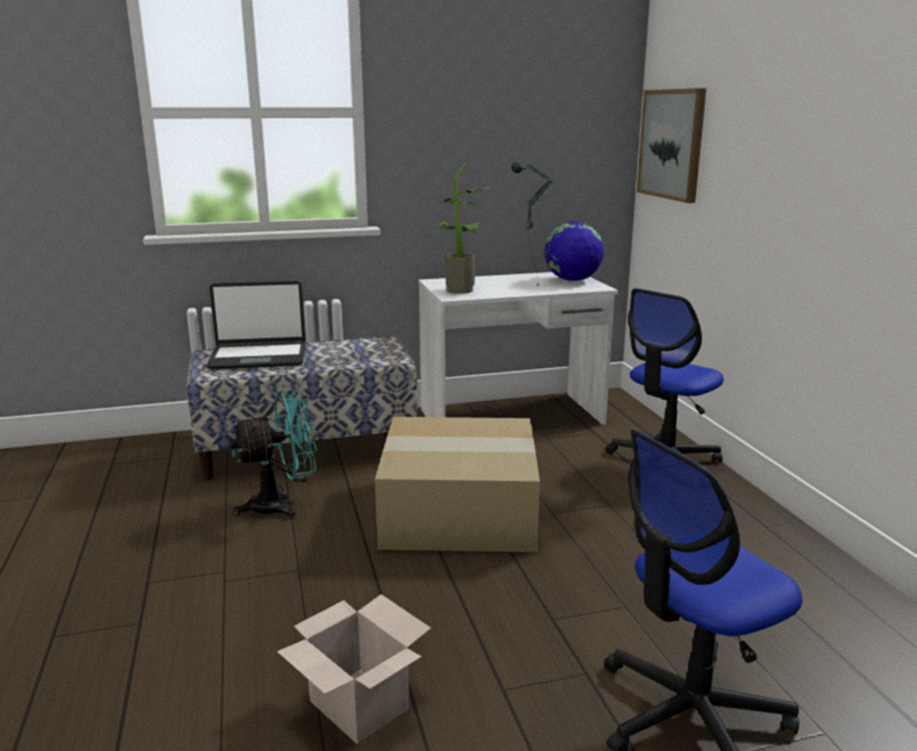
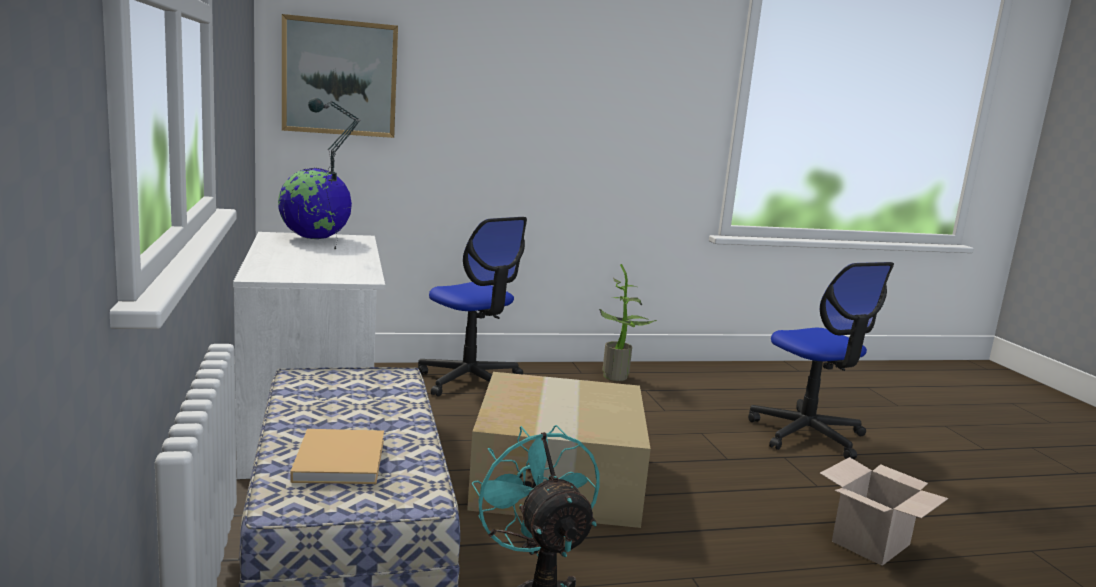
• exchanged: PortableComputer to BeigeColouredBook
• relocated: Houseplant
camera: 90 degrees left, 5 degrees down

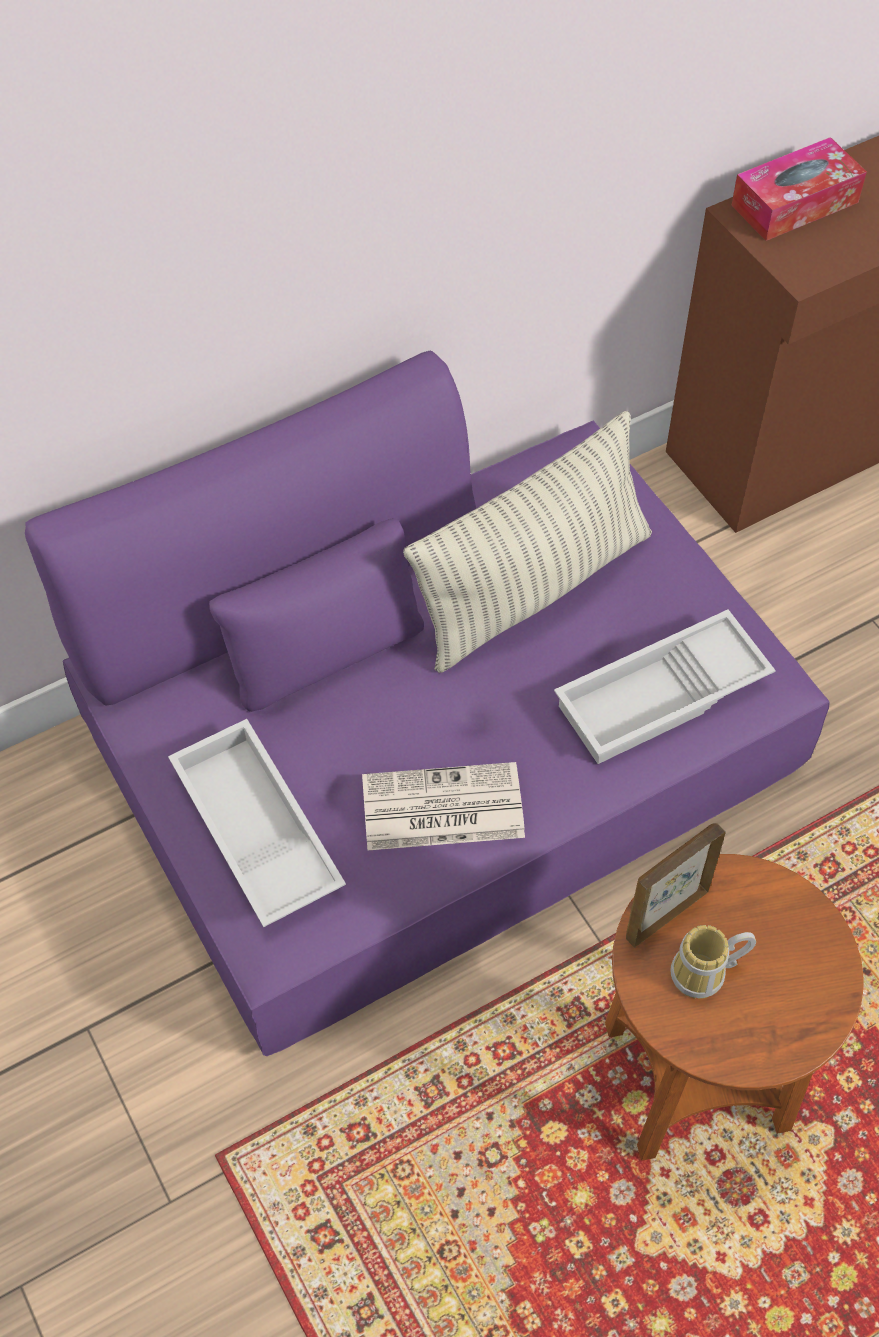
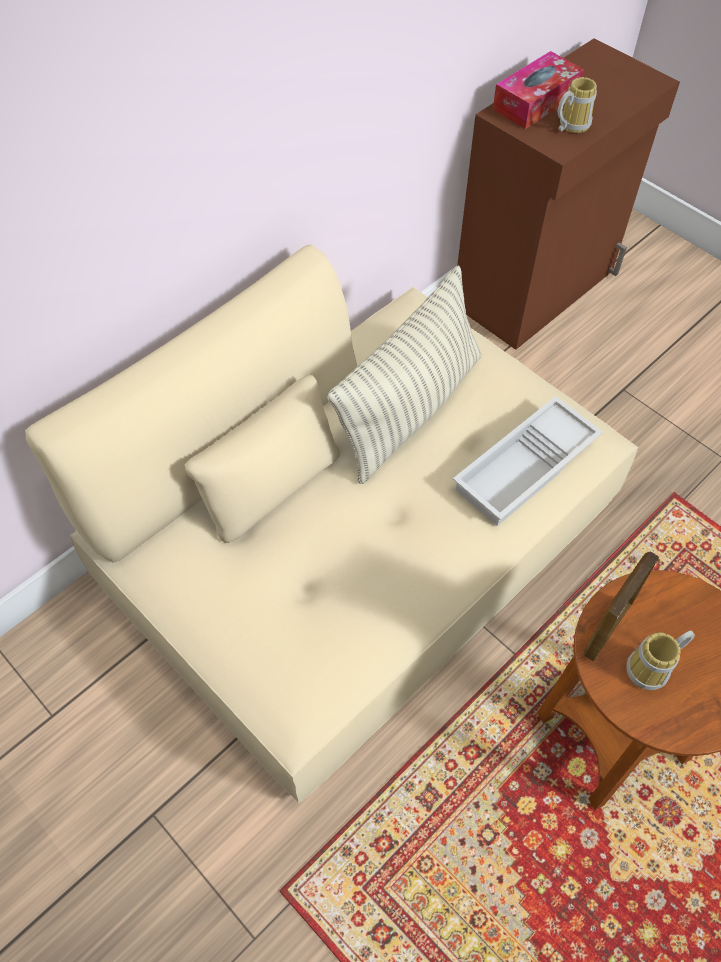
• colour: PurpleColouredSettee to BeigeColouredSettee
• appeared: TeaMug (no. 1 from left)
• missing: WhiteCarryingTray (no. 1 from left)
• missing: Newspaper
camera: 15 degrees left, 0 degrees up

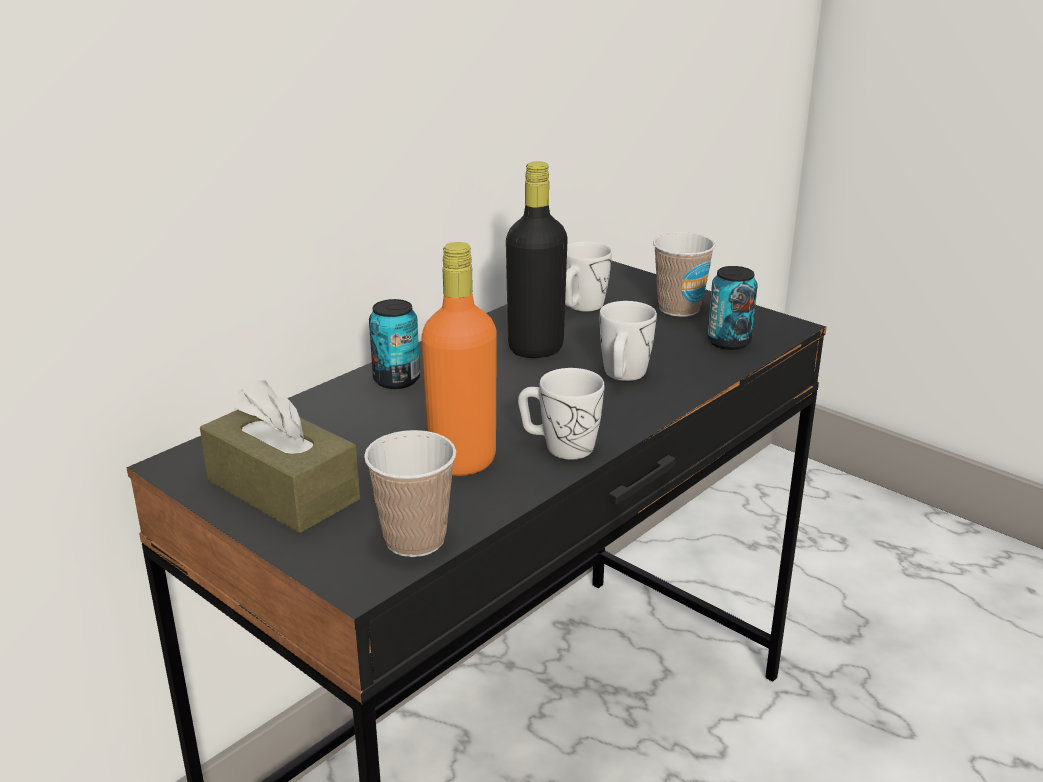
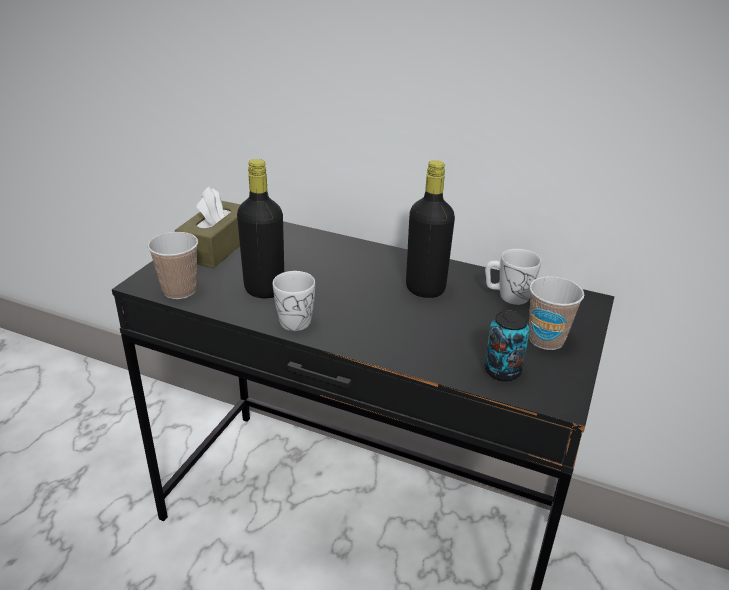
• colour: OrangeColouredBottle to BlackBottle (no. 1 from left)
• missing: Can (no. 1 from left)
• missing: WhiteTeaMug (no. 3 from left)
camera: 70 degrees right, 5 degrees up

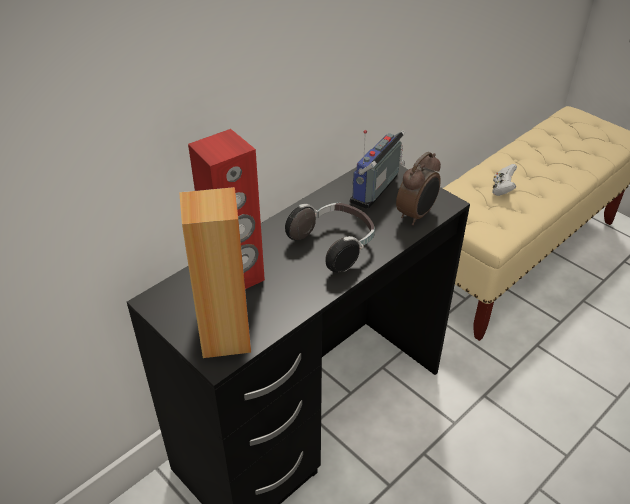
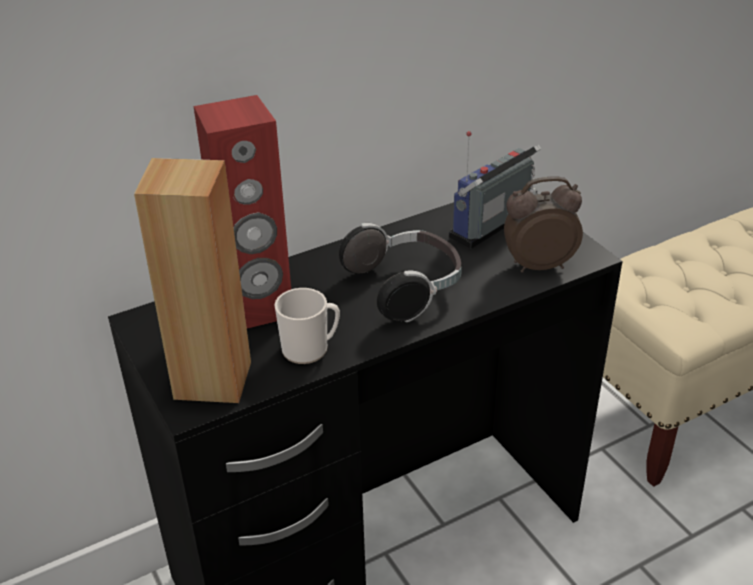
• appeared: TeaMug
• spun: BedsideClock 150 degrees counterclockwise
• missing: WhiteGamepad
camera: 15 degrees right, 5 degrees down

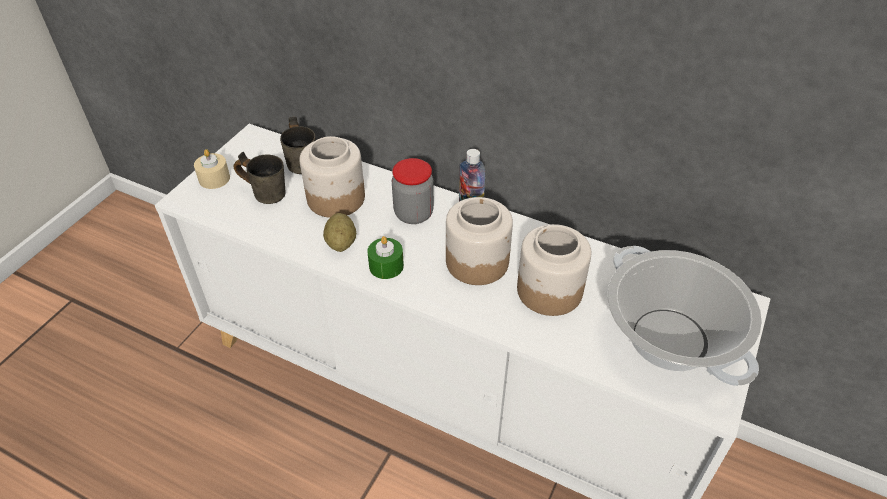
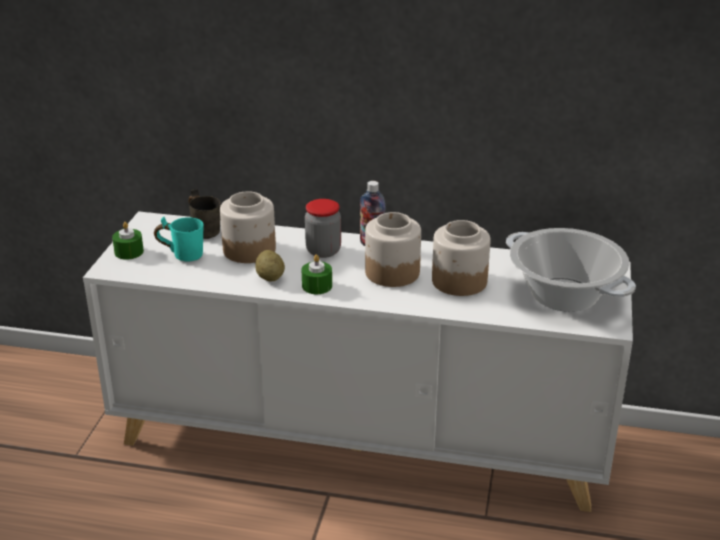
• colour: BeigeColouredCandle to GreenishCandle (no. 1 from left)
• colour: GreyTeaMug (no. 1 from left) to BlueGreenTeaMug
camera: 15 degrees left, 15 degrees down

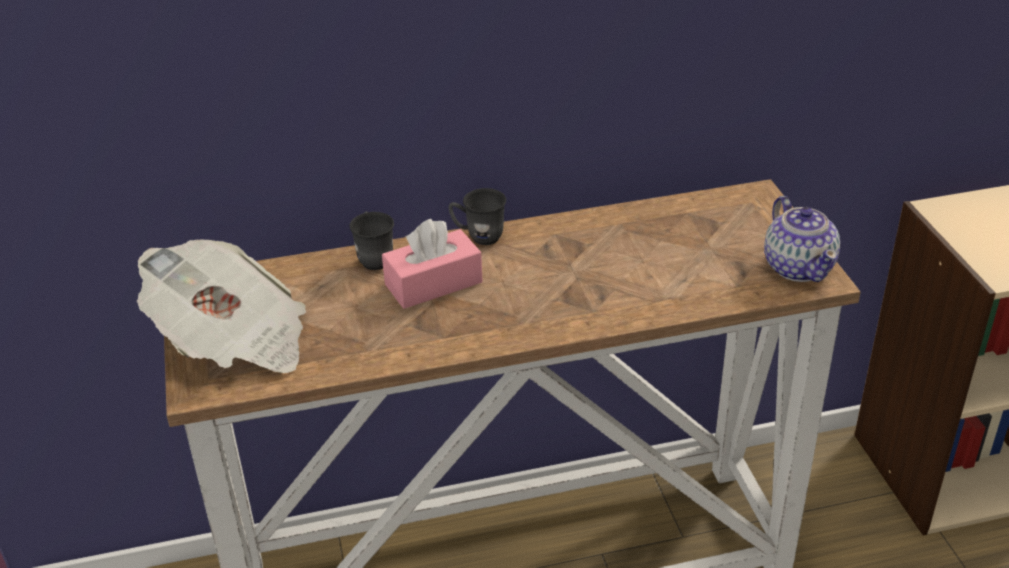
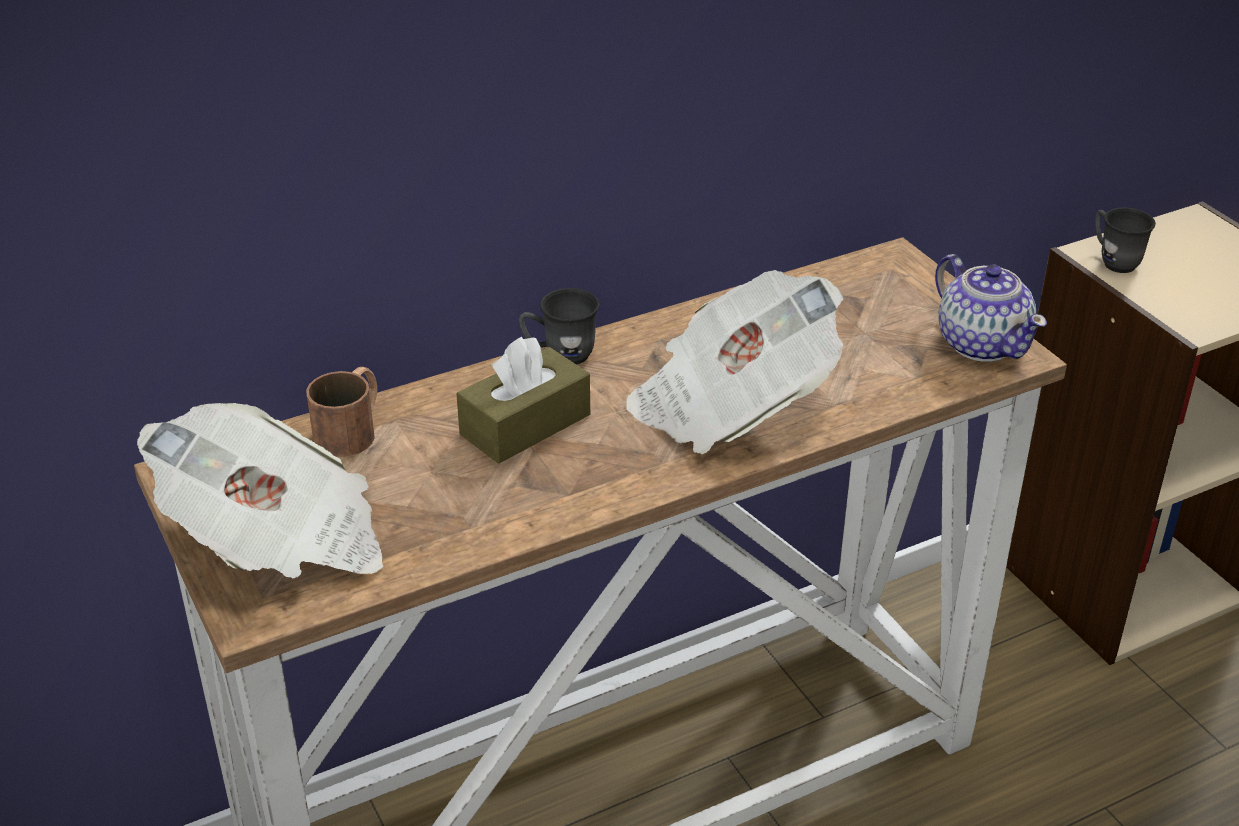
• appeared: BrownTeaMug
• colour: PinkColouredTissueHolder to BrownTissueHolder
• appeared: Newspaper (no. 2 from left)
• relocated: GreyTeaMug (no. 1 from left in the first image) to GreyTeaMug (no. 2 from left)
camera: 15 degrees left, 0 degrees up

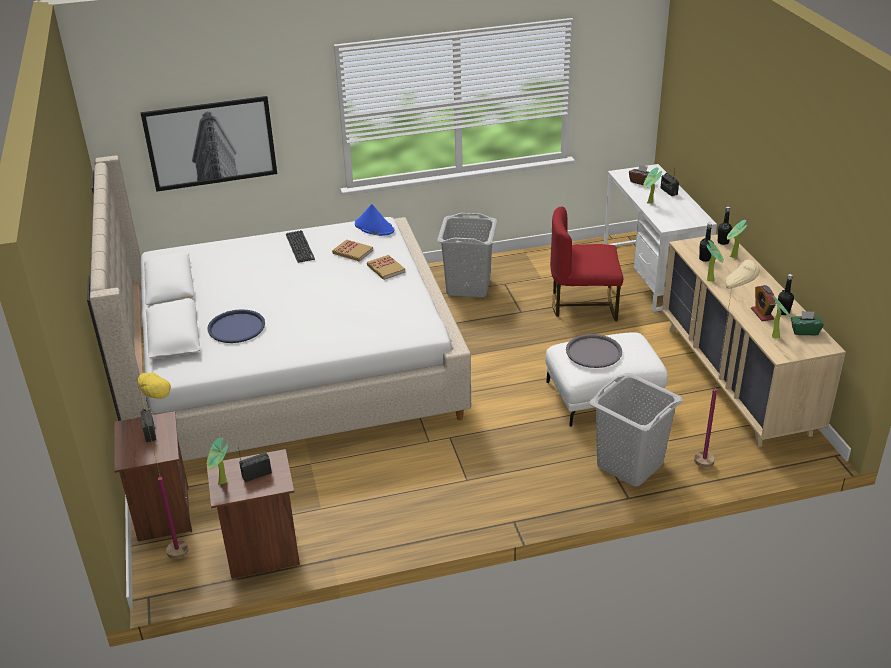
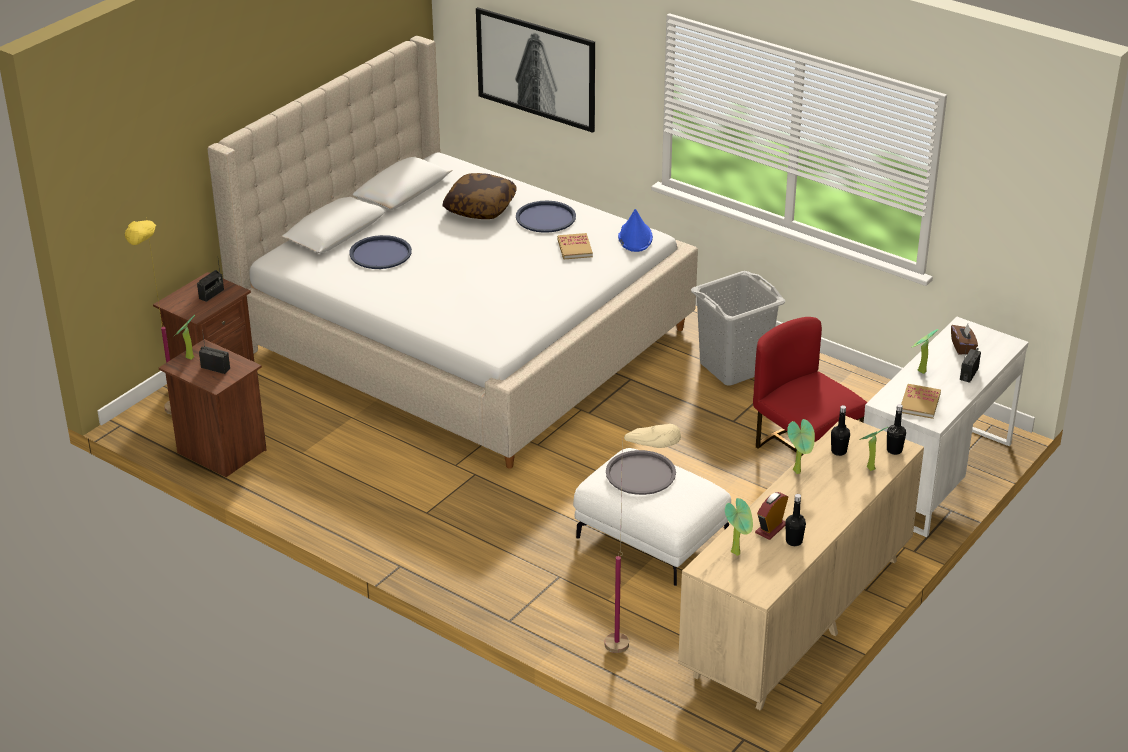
• appeared: Cushion
• exchanged: PcKeyboard to BlueColouredCarryingTray (no. 2 from left)
• relocated: Book (no. 2 from left)
• missing: GreyLaundryBasket (no. 2 from left)
• missing: GreenishTissueHolder
camera: 50 degrees right, 0 degrees up

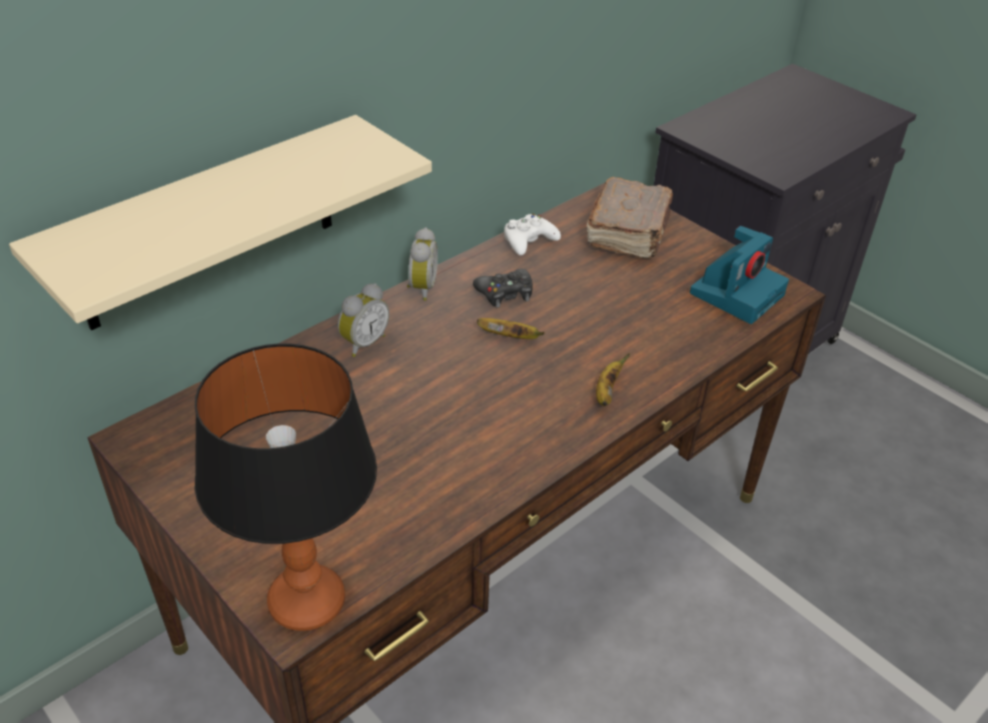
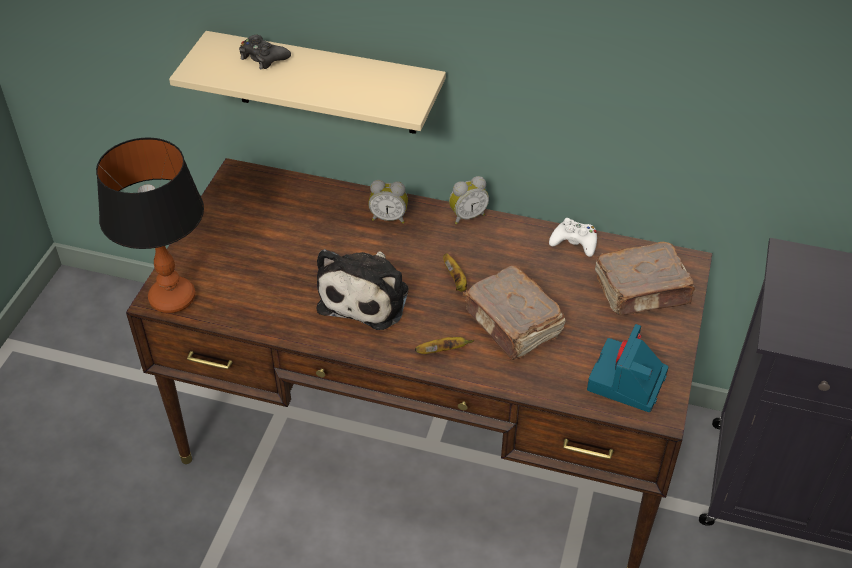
• relocated: BlackGamepad
• appeared: CuddlyToy
• appeared: BrownBook (no. 1 from left)
• spun: PhotoCamera 105 degrees clockwise
camera: 60 degrees right, 5 degrees up

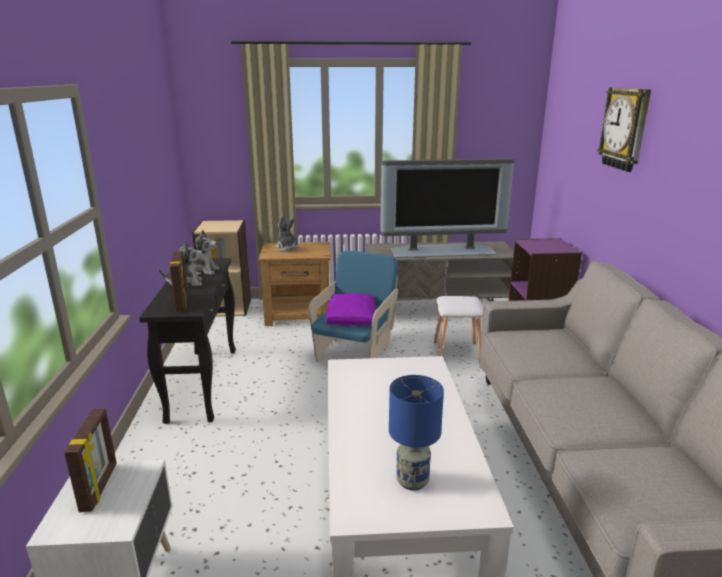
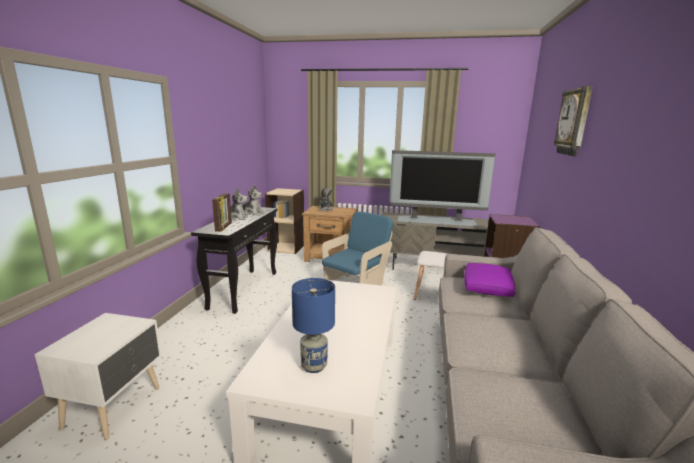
• relocated: PurpleColouredCushion
• missing: StandingFrame (no. 1 from left)
camera: 15 degrees right, 5 degrees down

